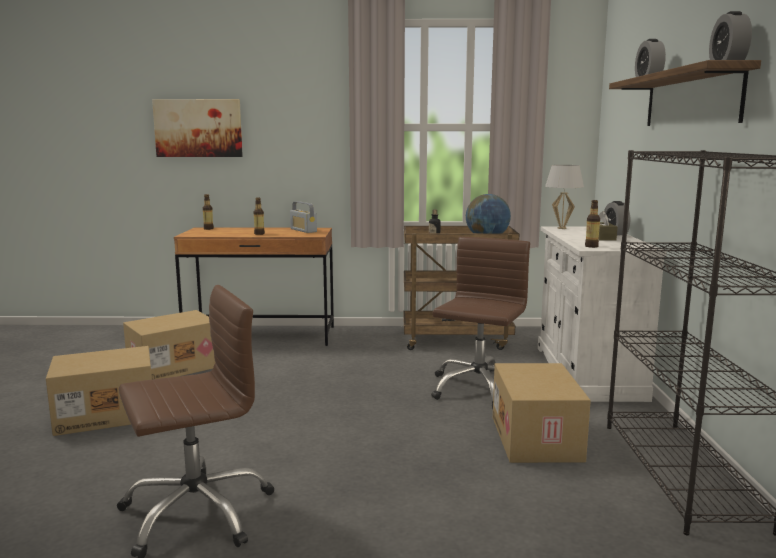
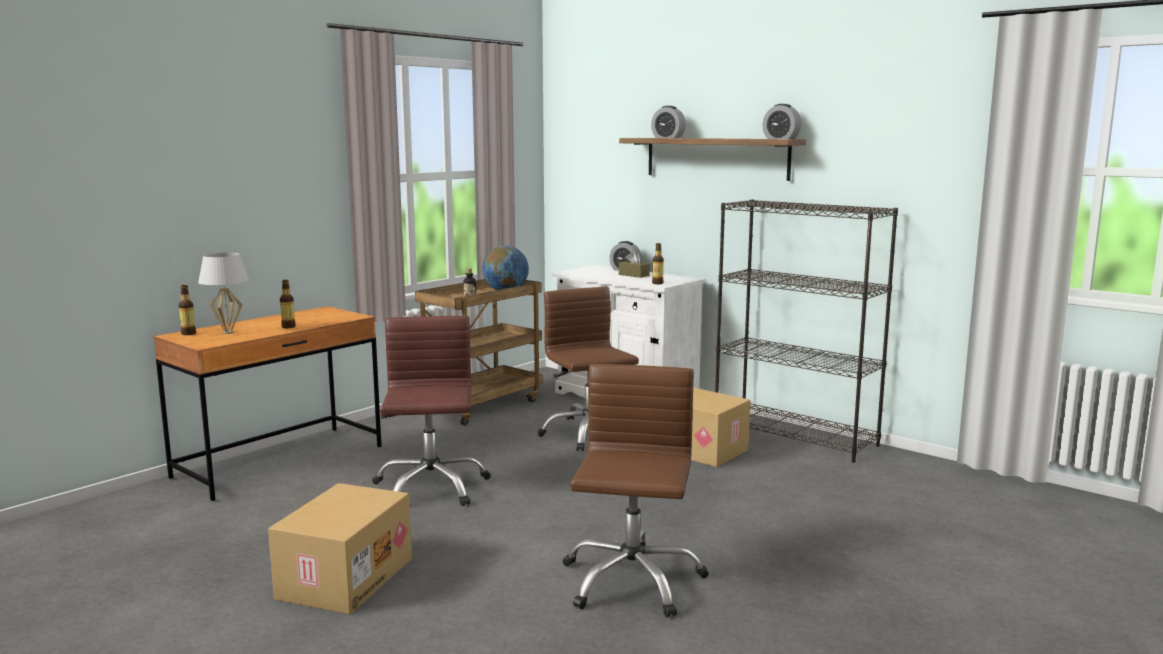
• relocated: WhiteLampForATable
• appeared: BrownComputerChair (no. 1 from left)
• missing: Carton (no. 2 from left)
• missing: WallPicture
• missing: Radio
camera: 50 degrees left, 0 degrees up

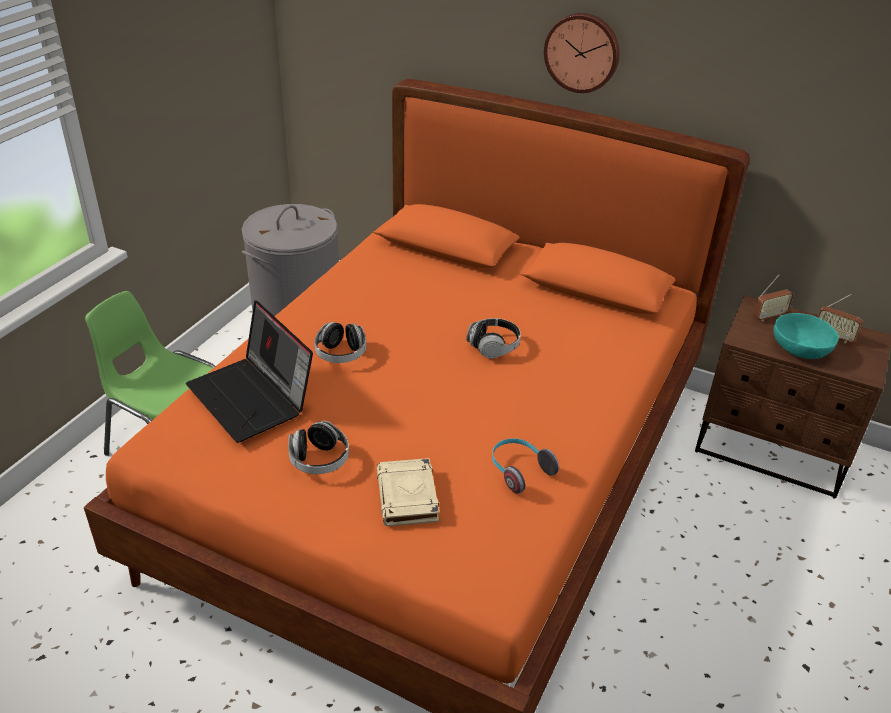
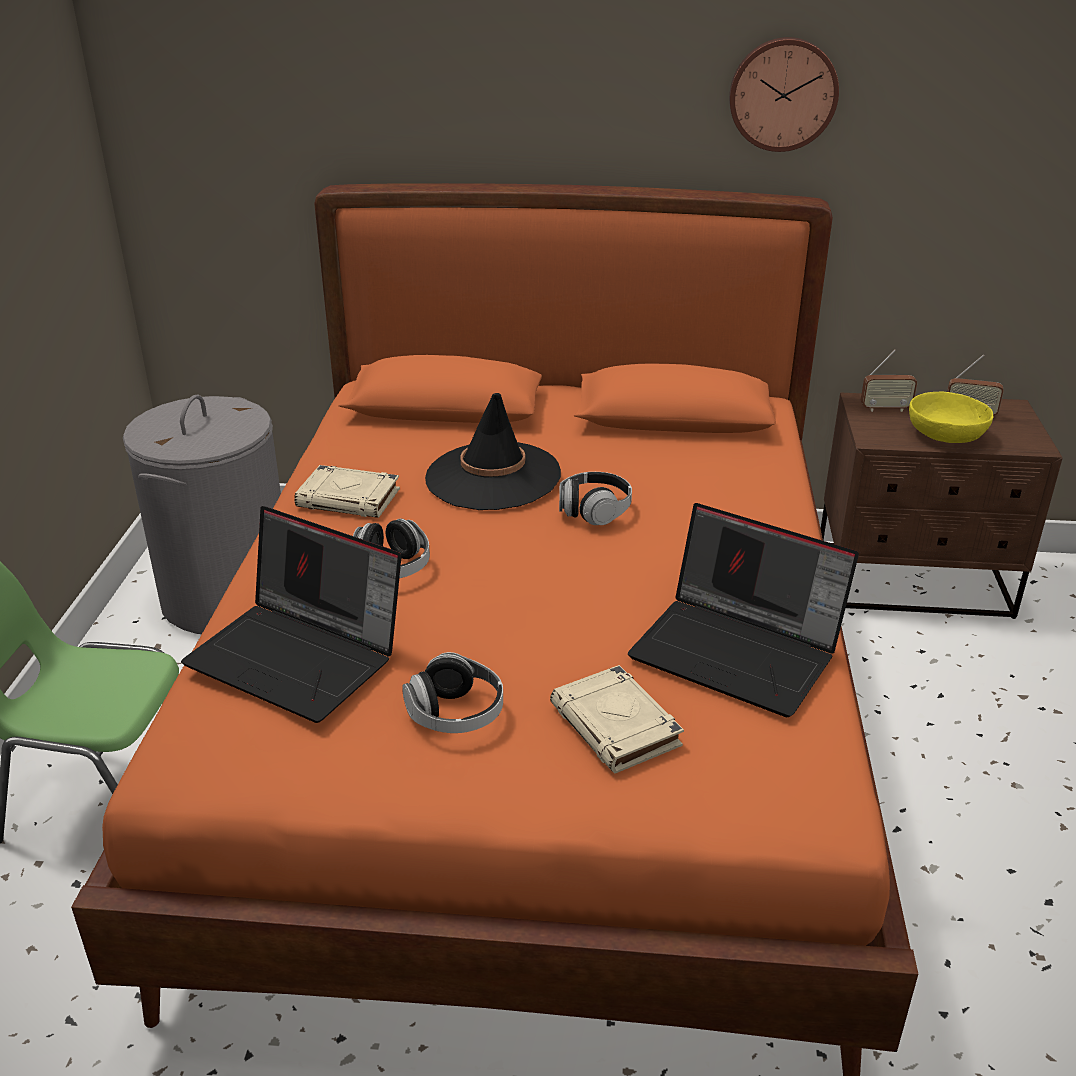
• appeared: BeigeColouredBook (no. 1 from left)
• appeared: BlackClothingHat
• exchanged: Headphones (no. 4 from left) to PortableComputer (no. 2 from left)
• relocated: ClockOnTheWall
• spun: Radio (no. 1 from left) 45 degrees clockwise
• colour: BlueGreenServingBowl to YellowServingBowl
camera: 20 degrees left, 5 degrees down

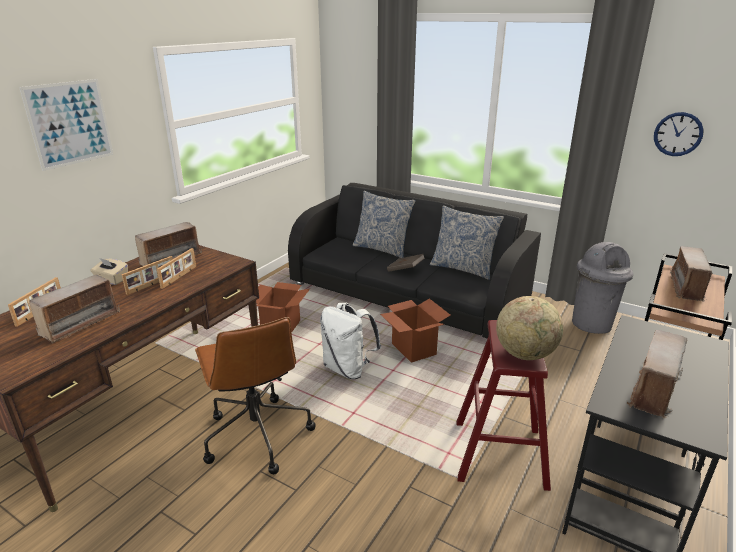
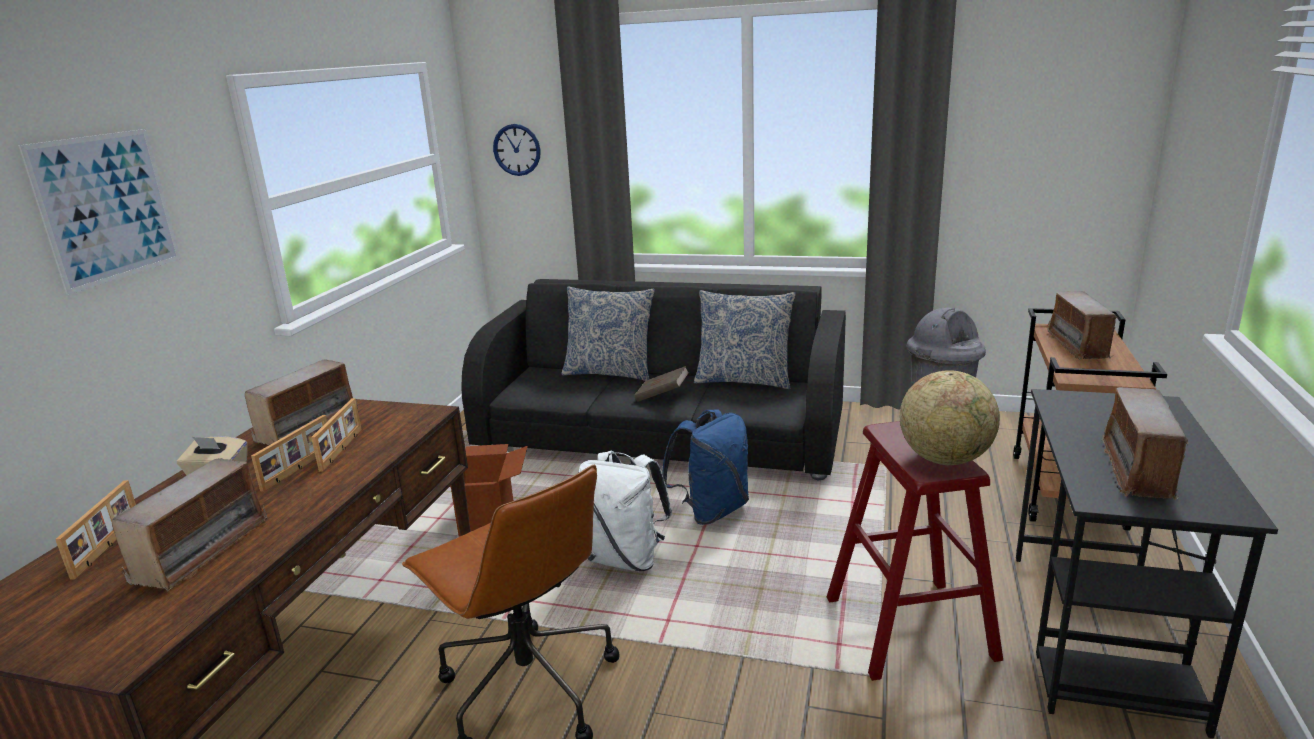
• relocated: ClockOnTheWall
• exchanged: Carton (no. 2 from left) to BlueColouredRucksack
camera: 15 degrees left, 5 degrees down

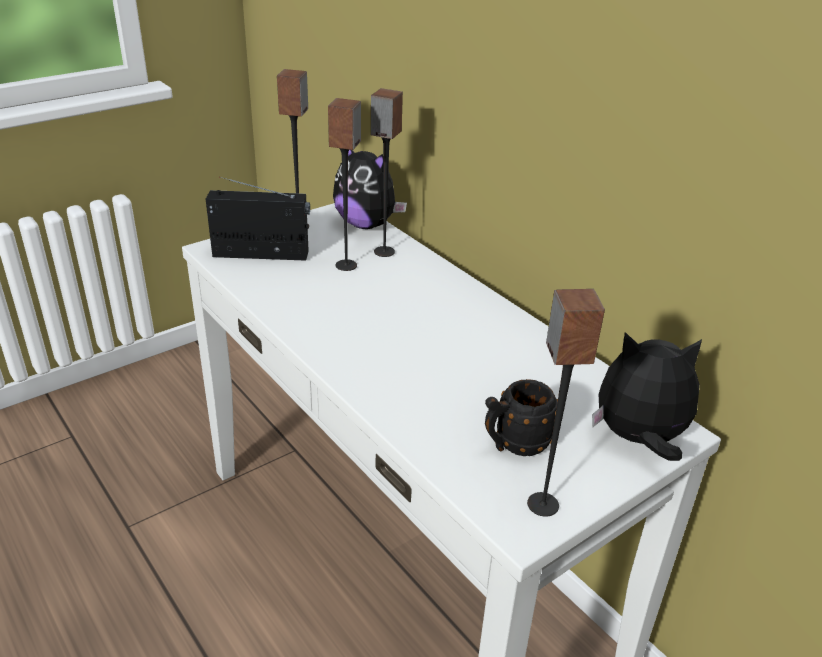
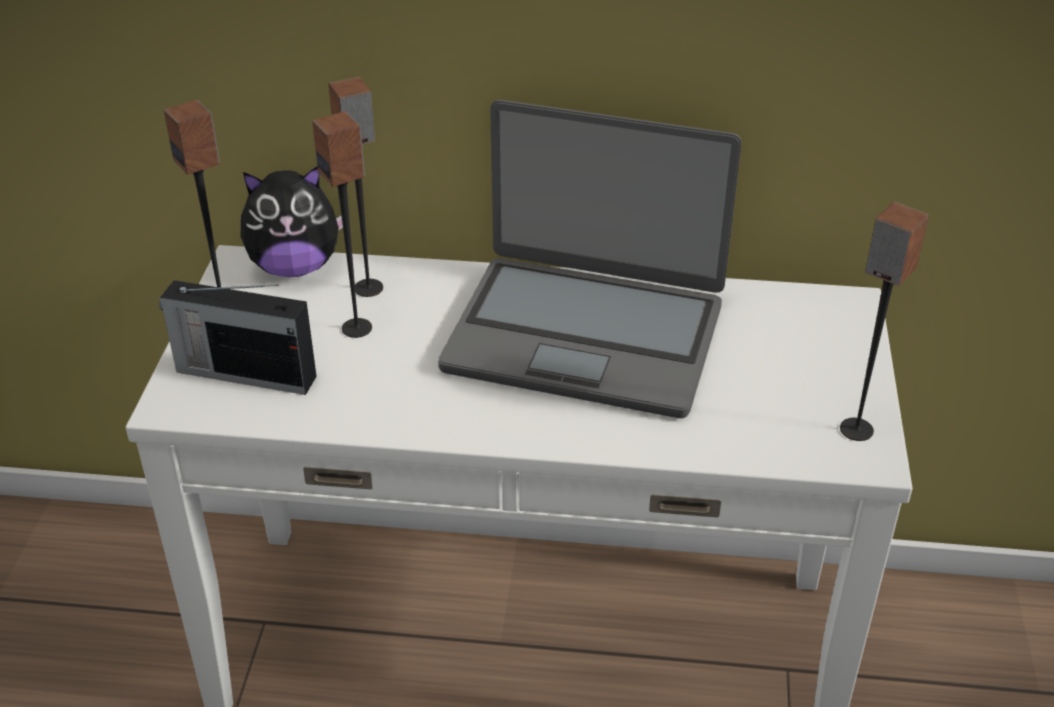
• spun: Radio 120 degrees counterclockwise
• appeared: PortableComputer
• missing: BlackTeaMug
• missing: CuddlyToy (no. 2 from left)
camera: 45 degrees left, 5 degrees up

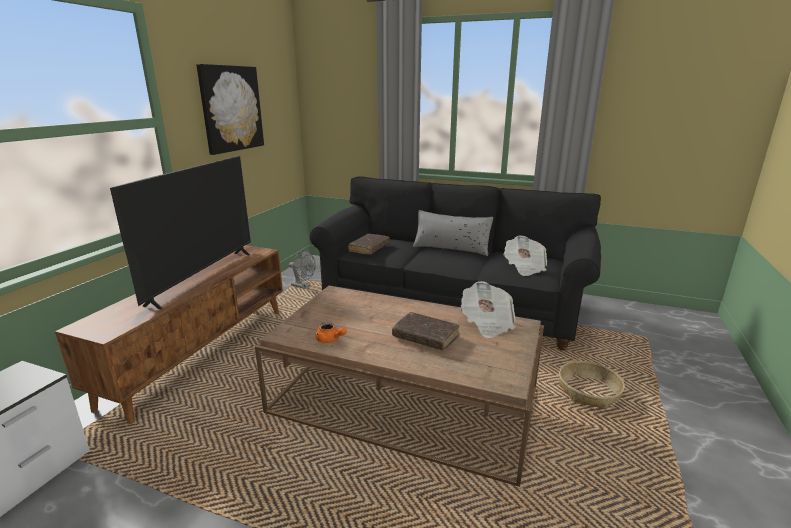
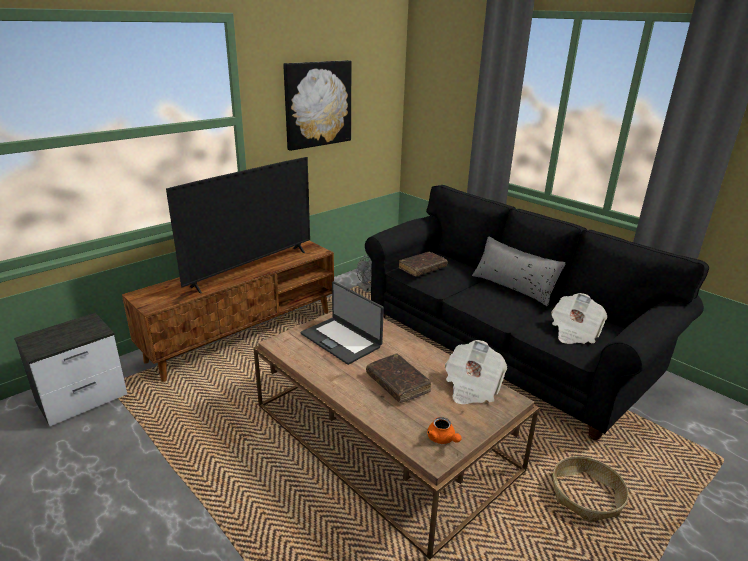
• appeared: PortableComputer
• relocated: OrangeColouredTeapot
camera: 25 degrees right, 5 degrees up

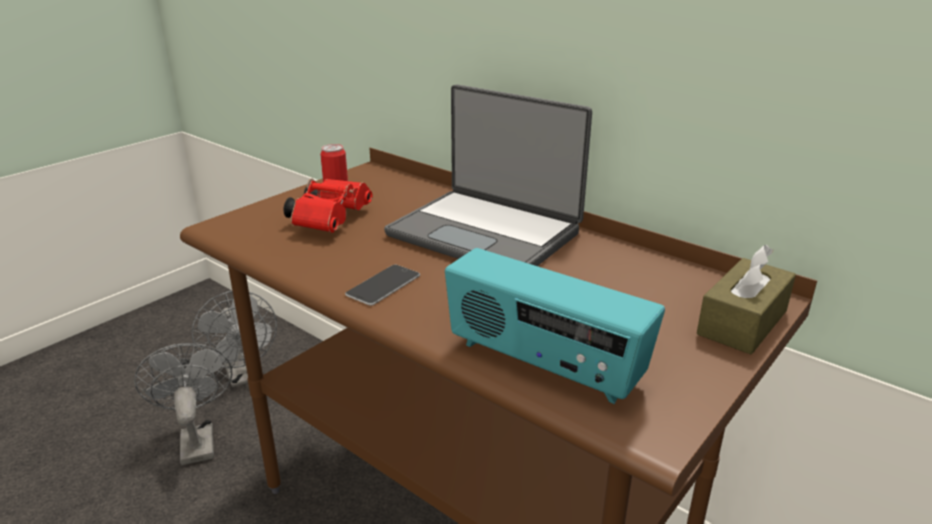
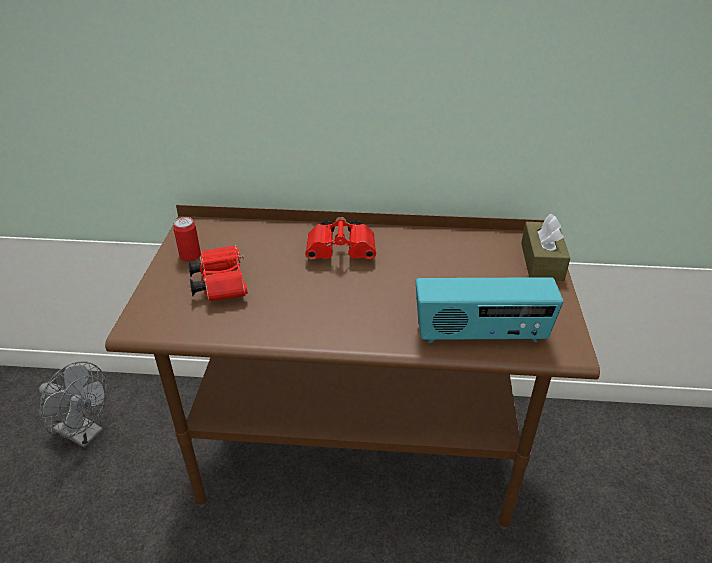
• exchanged: PortableComputer to ReddishFieldGlasses (no. 2 from left)
• missing: GreyCoolingFan (no. 1 from left)
• missing: Handset
camera: 35 degrees left, 10 degrees up

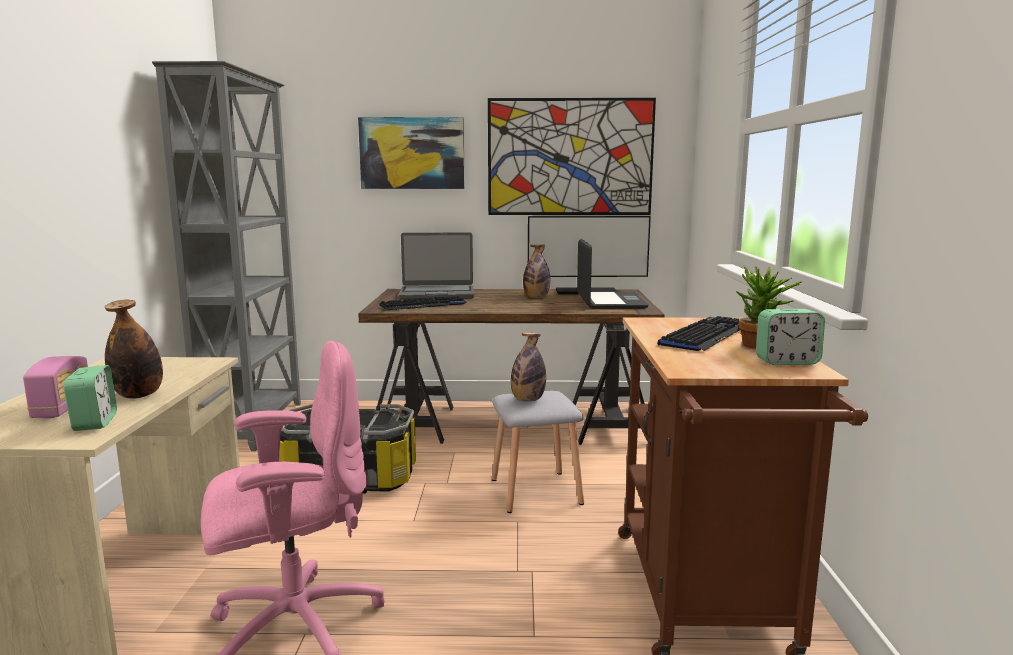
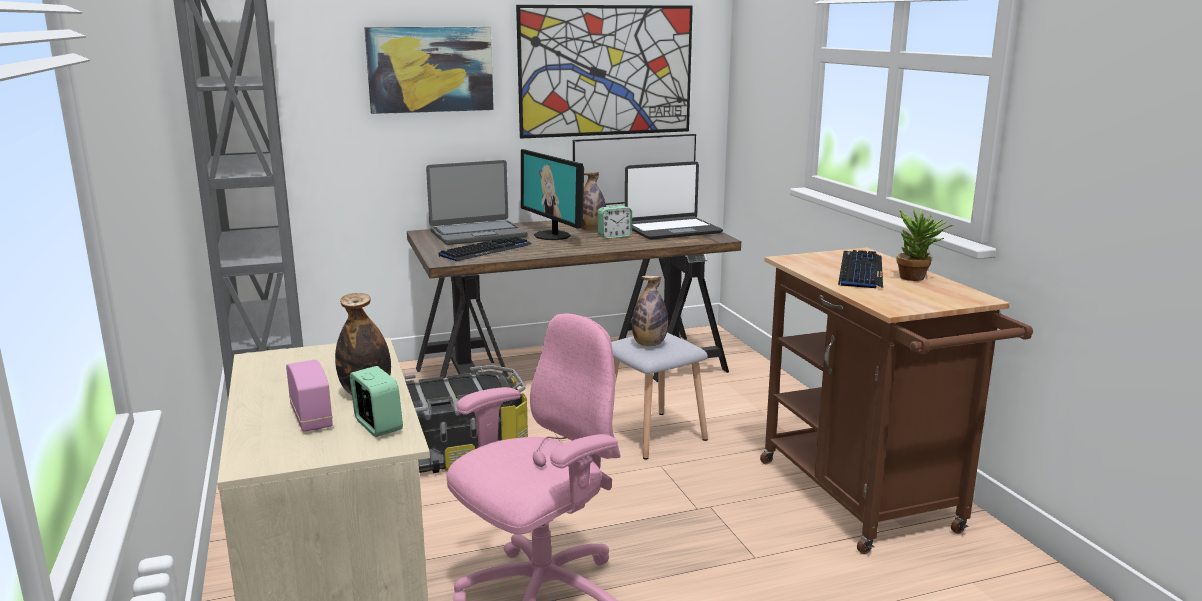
• appeared: ComputerDisplay (no. 1 from left)
• relocated: BedsideClock (no. 2 from left)
• spun: PortableComputer (no. 2 from left) 90 degrees clockwise
camera: 20 degrees left, 5 degrees up

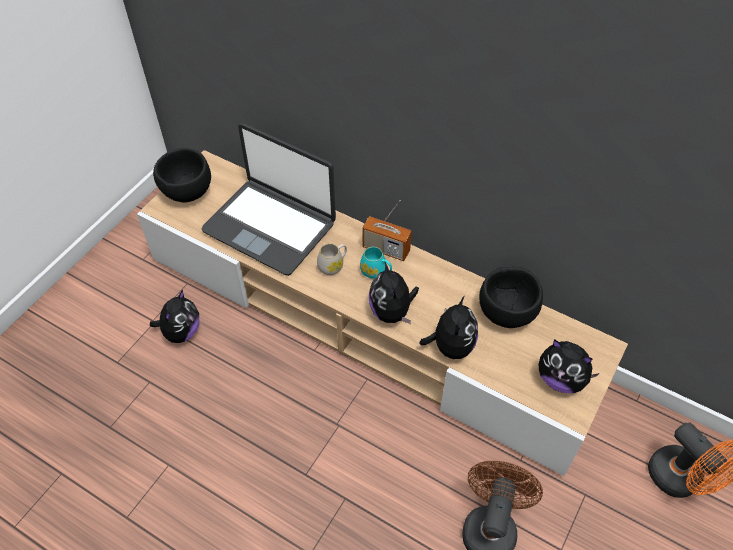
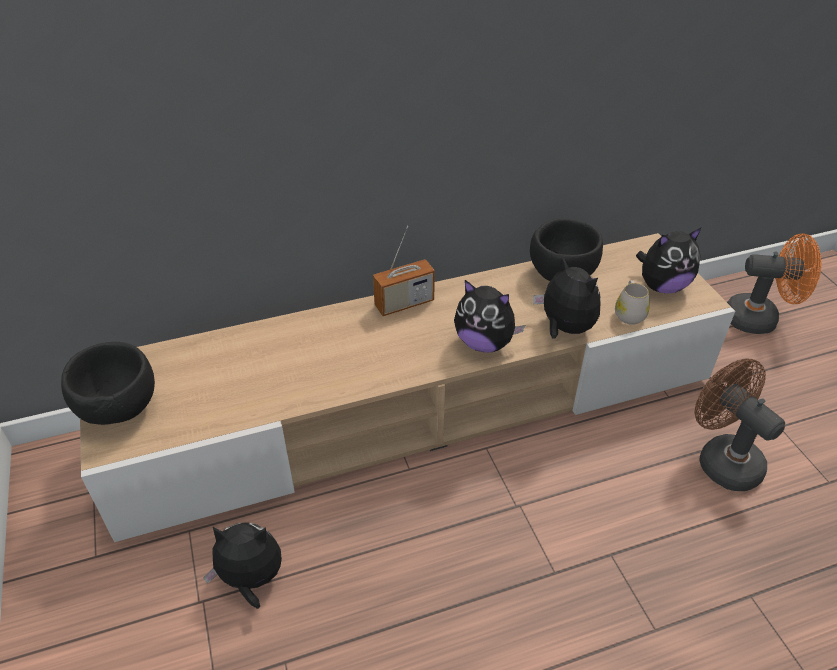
• spun: CuddlyToy (no. 1 from left) 60 degrees counterclockwise
• relocated: WhiteTeaMug
• missing: PortableComputer
• missing: BlueGreenTeaMug
camera: 50 degrees left, 10 degrees down

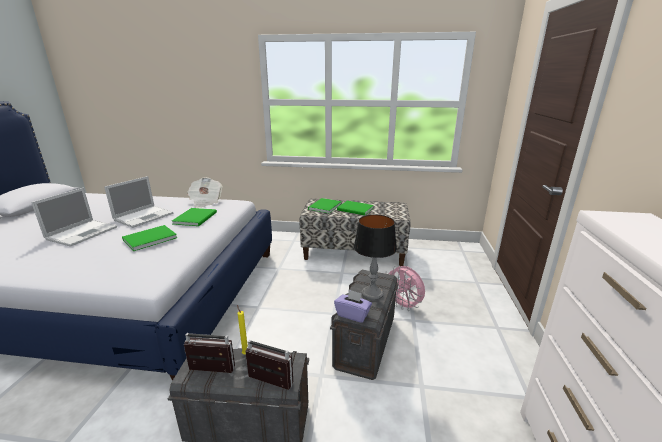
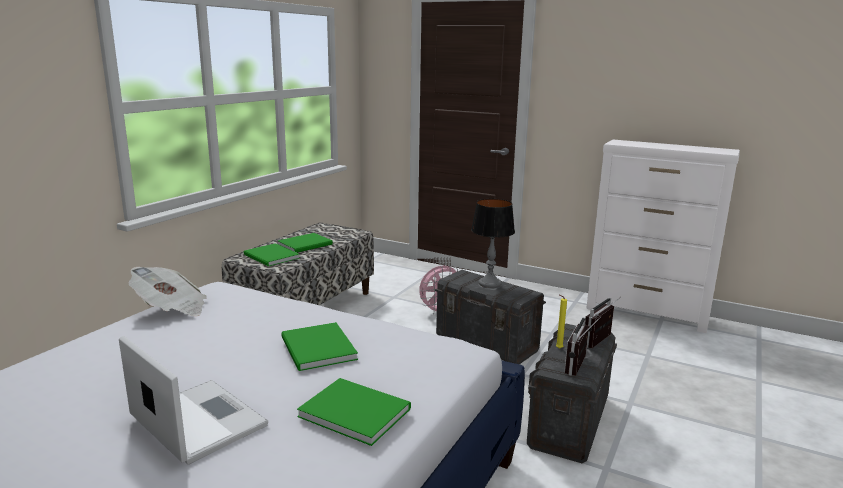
• relocated: GreenishBook (no. 2 from left in the first image) to GreenishBook (no. 4 from left)
• missing: PortableComputer (no. 2 from left)
• missing: PurpleColouredTissueHolder
camera: 70 degrees left, 5 degrees down

